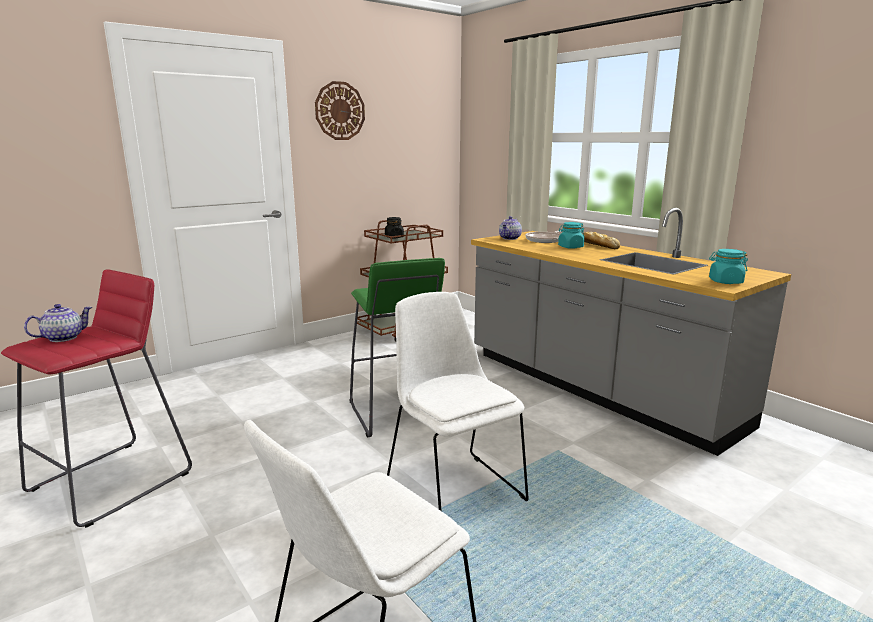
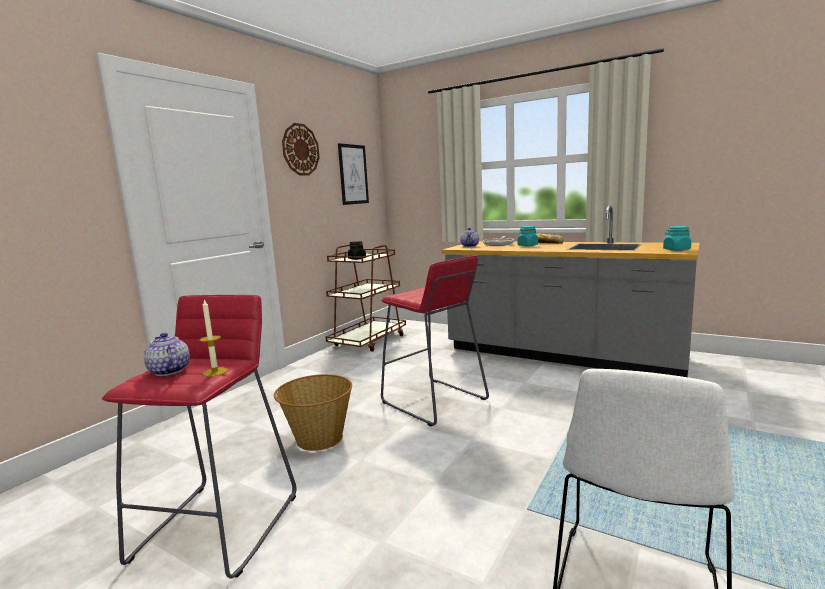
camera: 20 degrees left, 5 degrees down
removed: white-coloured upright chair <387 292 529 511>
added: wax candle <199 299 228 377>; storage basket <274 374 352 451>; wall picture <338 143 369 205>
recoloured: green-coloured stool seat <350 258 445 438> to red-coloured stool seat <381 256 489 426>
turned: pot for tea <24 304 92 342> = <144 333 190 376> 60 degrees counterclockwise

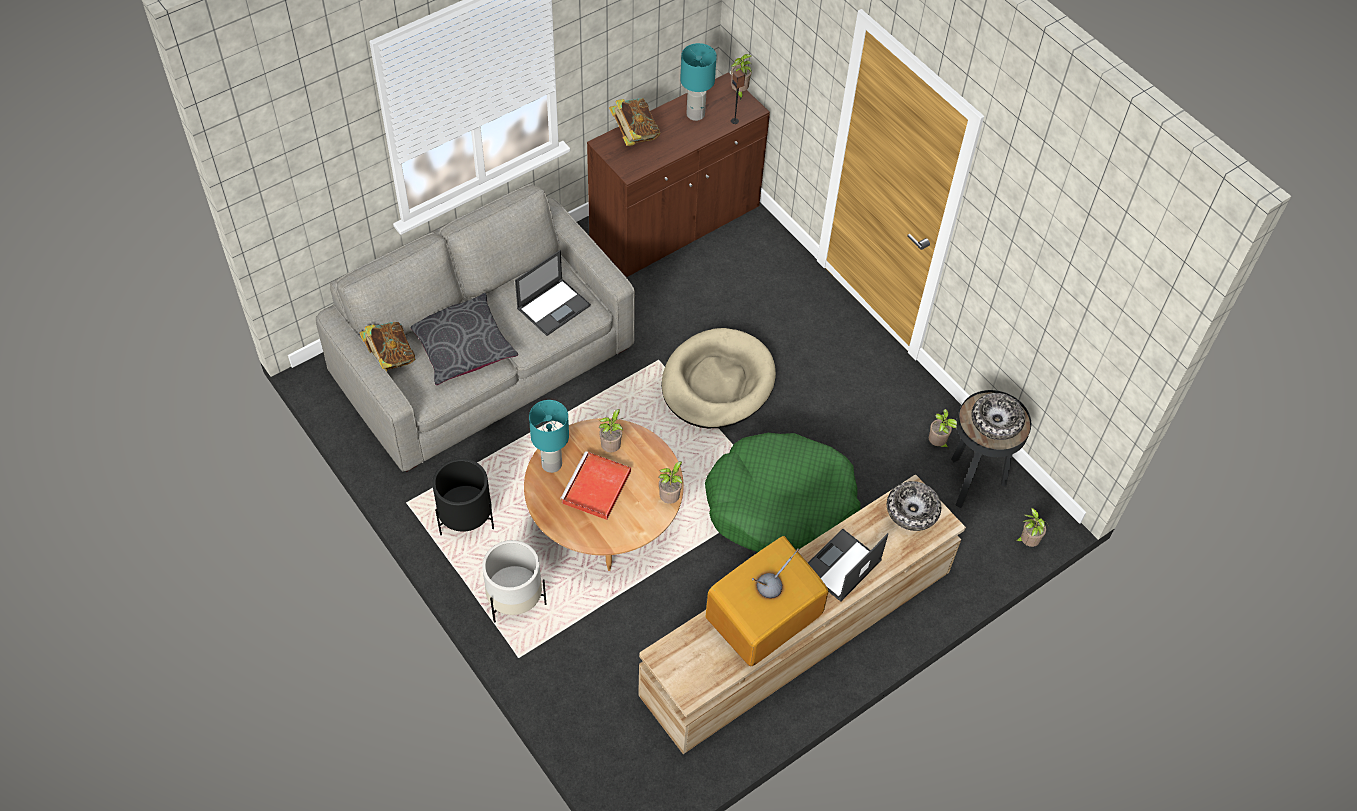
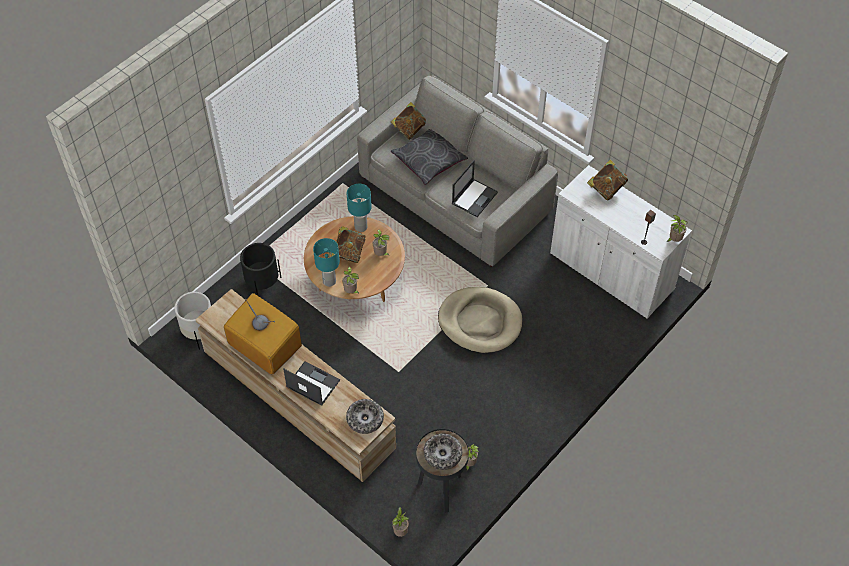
camera: 80 degrees right, 0 degrees up
removed: green-coloured dog bed <705 433 860 552>
moved: white-coloured flower pot <482 540 546 623> to <174 292 213 349>; blackish flower pot <432 458 494 535> to <240 243 281 296>; turquoise table lamp <680 43 717 121> to <313 238 340 287>
replaced: red-coloured carrying tray <560 451 631 520> to book <331 226 366 263>
recoloured: brown-coloured cupboard <587 72 770 277> to white-coloured cupboard <550 165 692 318>
turned: notebook computer <515 250 591 336> = <452 160 498 217> 90 degrees counterclockwise

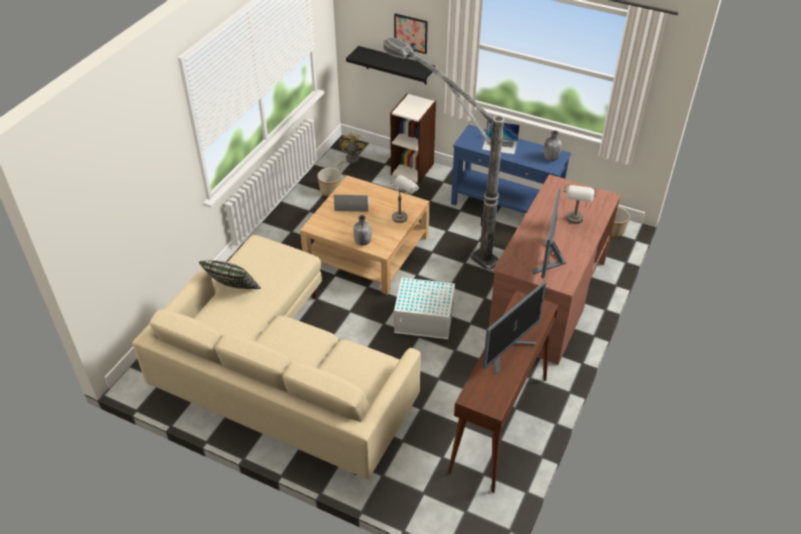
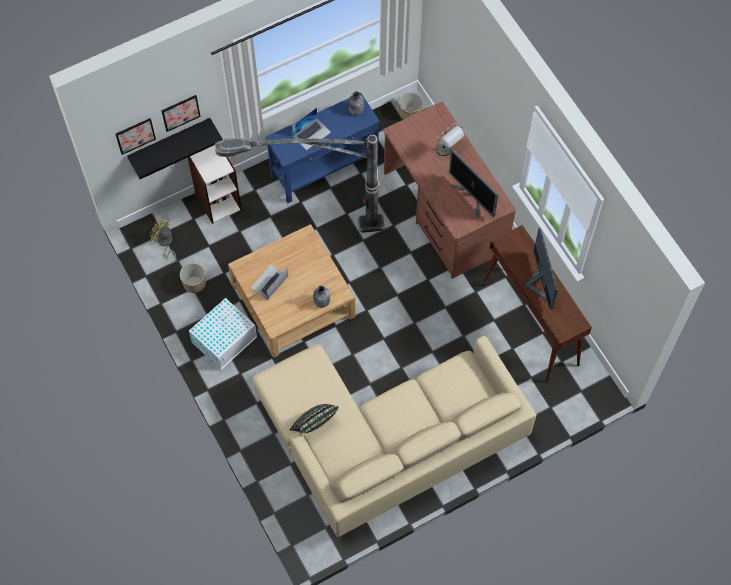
camera: 55 degrees left, 20 degrees up
removed: gray table lamp <390 175 419 223>
added: wall picture <116 118 156 155>
moved: white-coloured storage container <394 277 455 339> to <189 298 257 370>

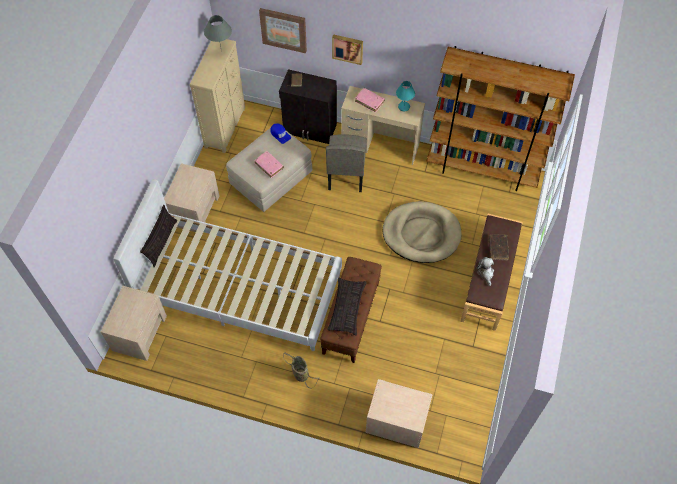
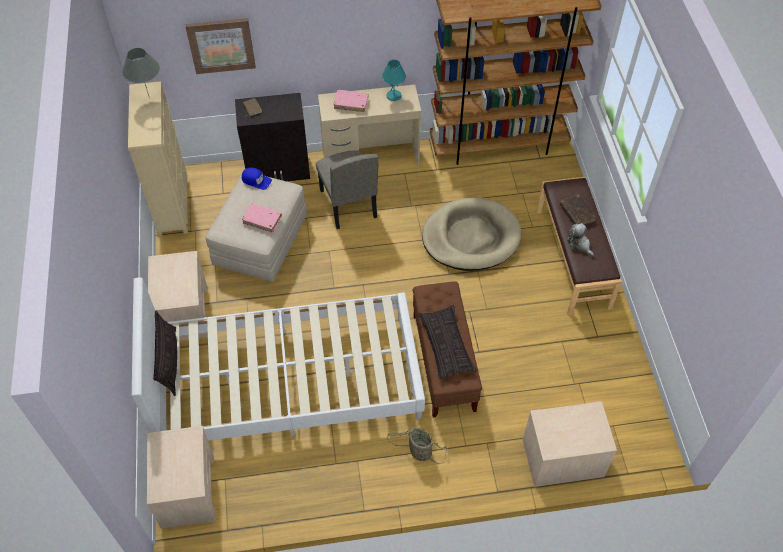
camera: 25 degrees left, 5 degrees down
removed: wall picture <332 34 363 65>

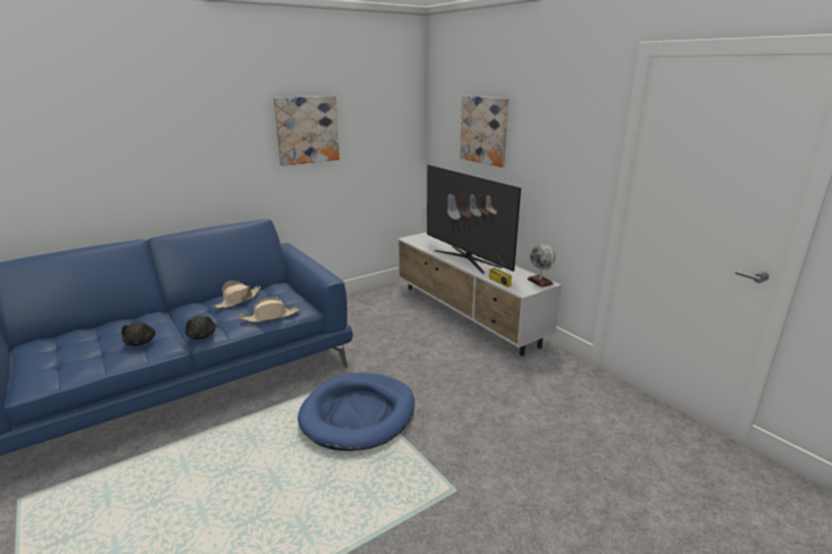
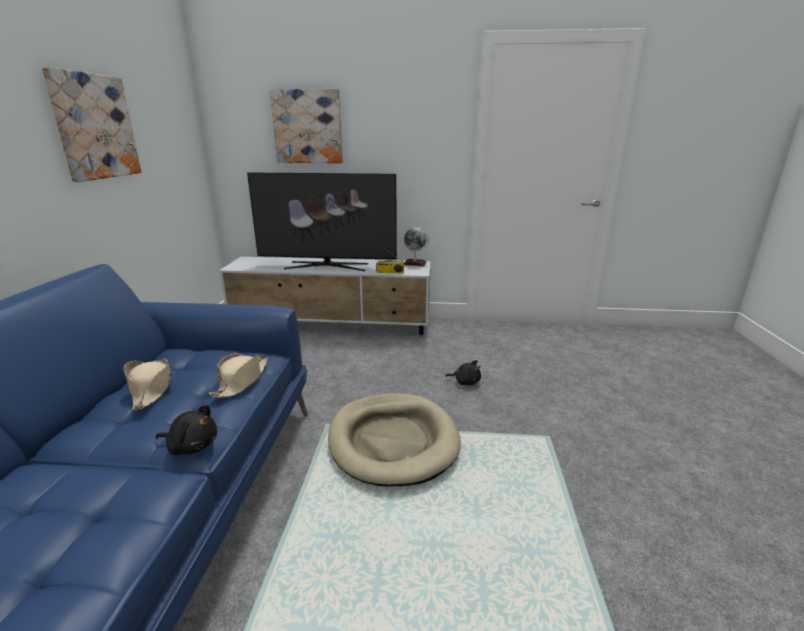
camera: 50 degrees left, 0 degrees up
moved: blackish soft toy <121 322 156 346> to <445 360 481 385>
recoloured: bluish dog bed <298 372 415 451> to beige-coloured dog bed <328 393 461 486>

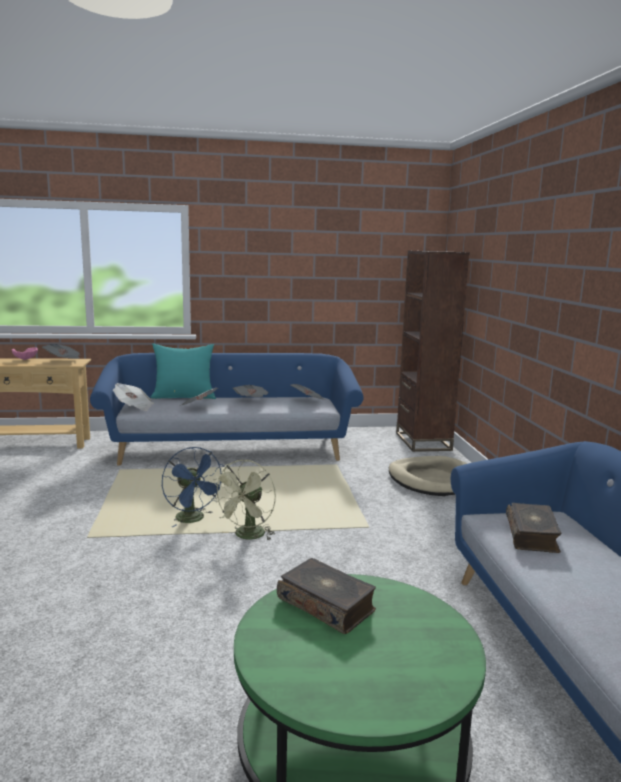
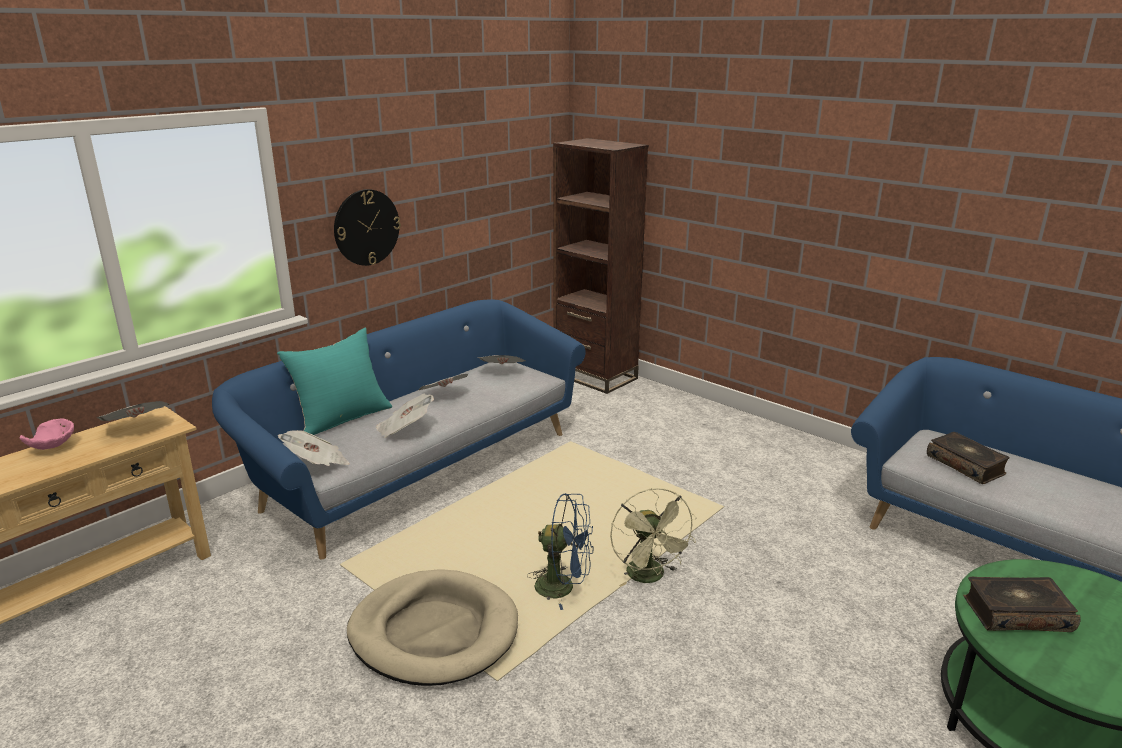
camera: 40 degrees left, 10 degrees up
added: hanging clock <334 189 401 266>
moved: beige-coloured dog bed <389 456 467 496> to <347 569 518 686>

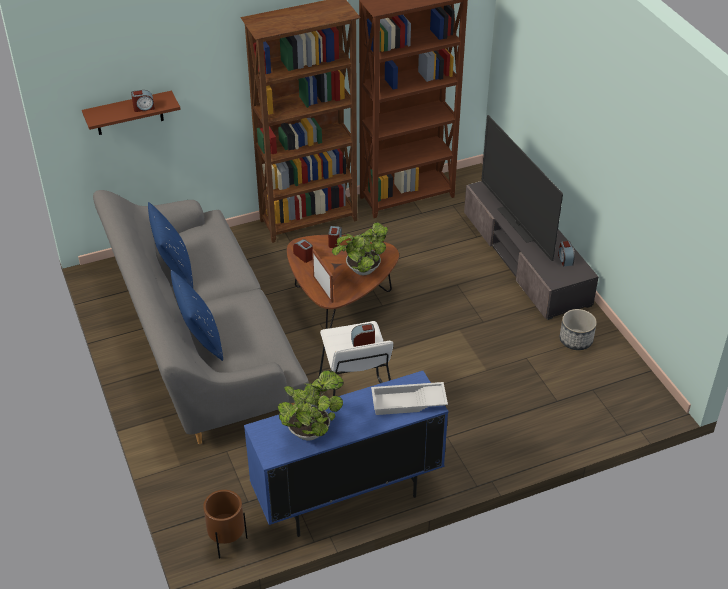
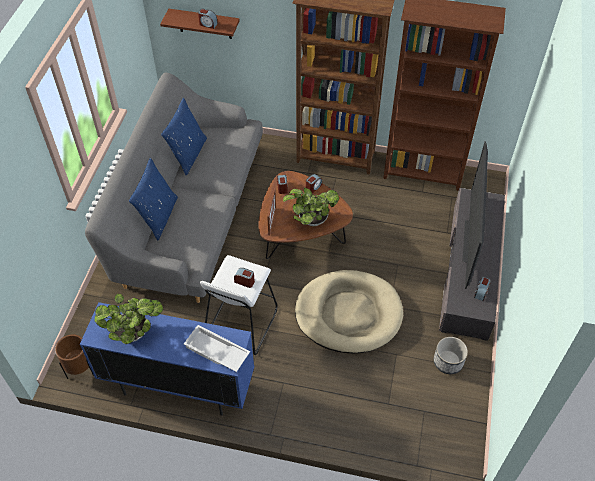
camera: 35 degrees right, 10 degrees up
added: beige-coloured dog bed <295 270 403 353>

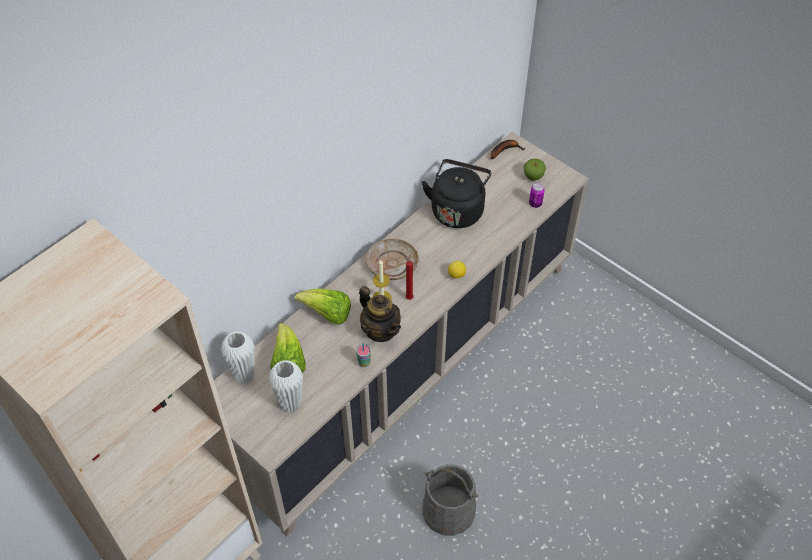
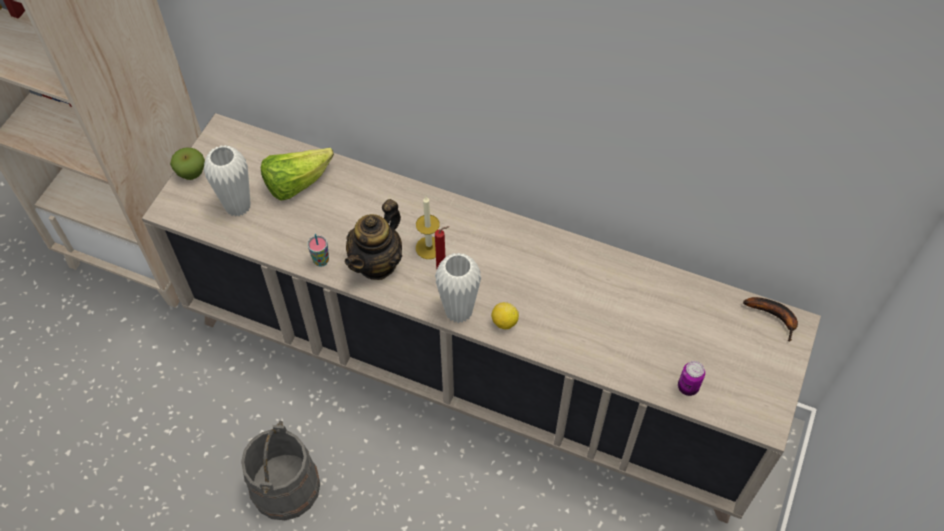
camera: 70 degrees right, 5 degrees up
removed: lettuce <295 289 351 325>; beige-coloured plate <366 239 419 280>; blackish kettle <422 159 491 228>
moved: apple <524 159 546 181> to <170 148 205 180>; white-coloured decorative vase <221 331 255 383> to <435 253 481 323>

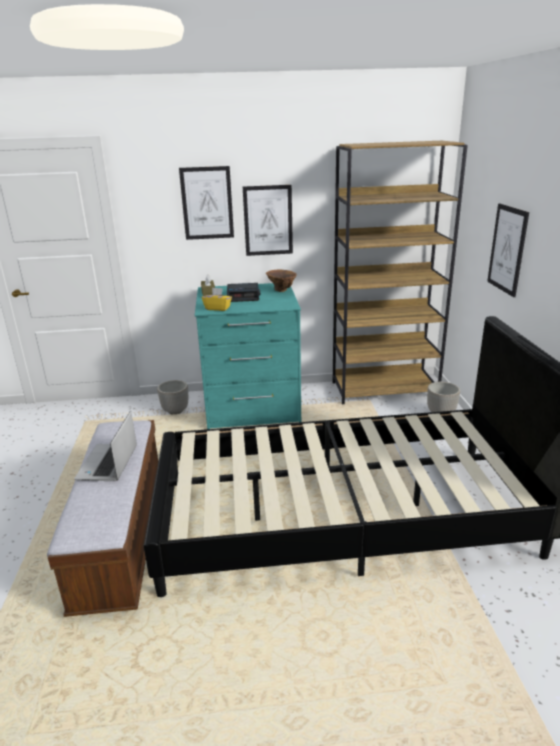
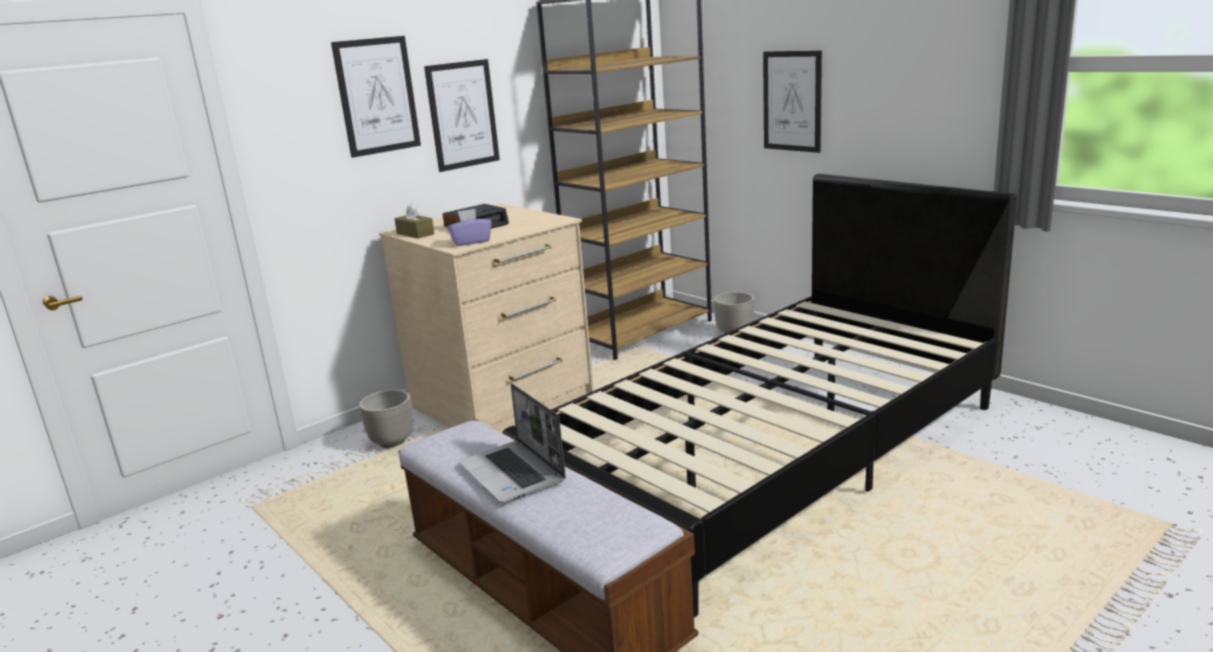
camera: 35 degrees left, 5 degrees down
removed: brown-coloured decorative vase <266 270 297 292>
recoloured: turquoise dresser <195 283 301 429> to beige-coloured dresser <379 203 594 431>; yellowish tissue box <202 288 232 311> to purplish tissue box <447 209 492 246>

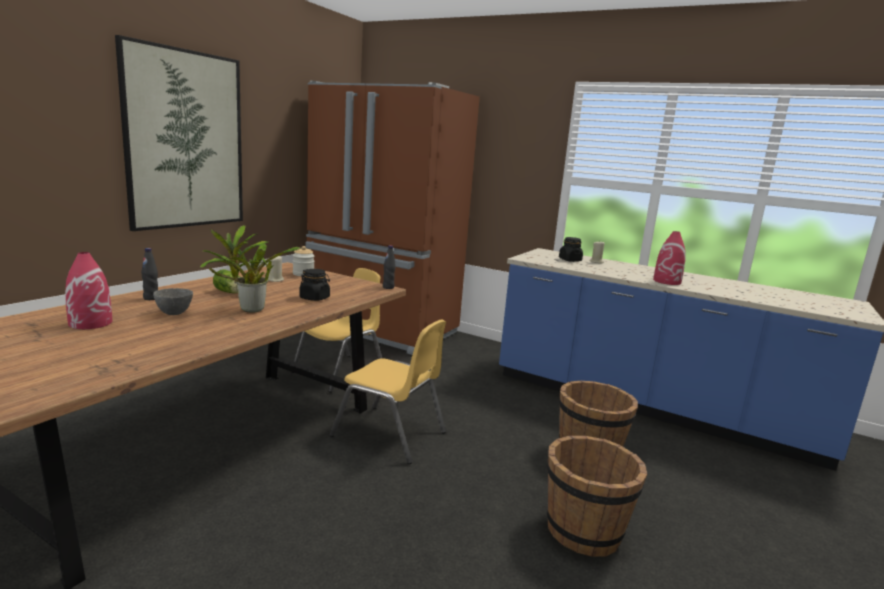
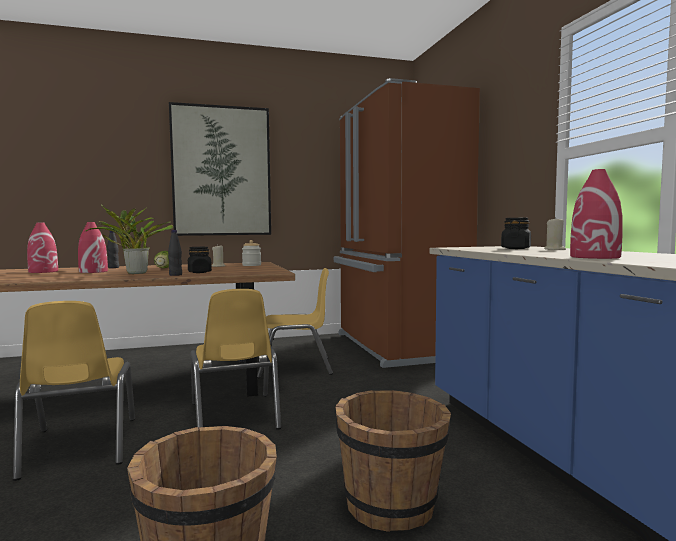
camera: 45 degrees right, 10 degrees down
added: yellowish upright chair <13 301 135 481>
moved: blackish drink bottle <383 245 396 289> to <168 230 182 276>
replaced: gray deep dish <153 288 193 315> to red-coloured decorative vase <78 222 108 273>

